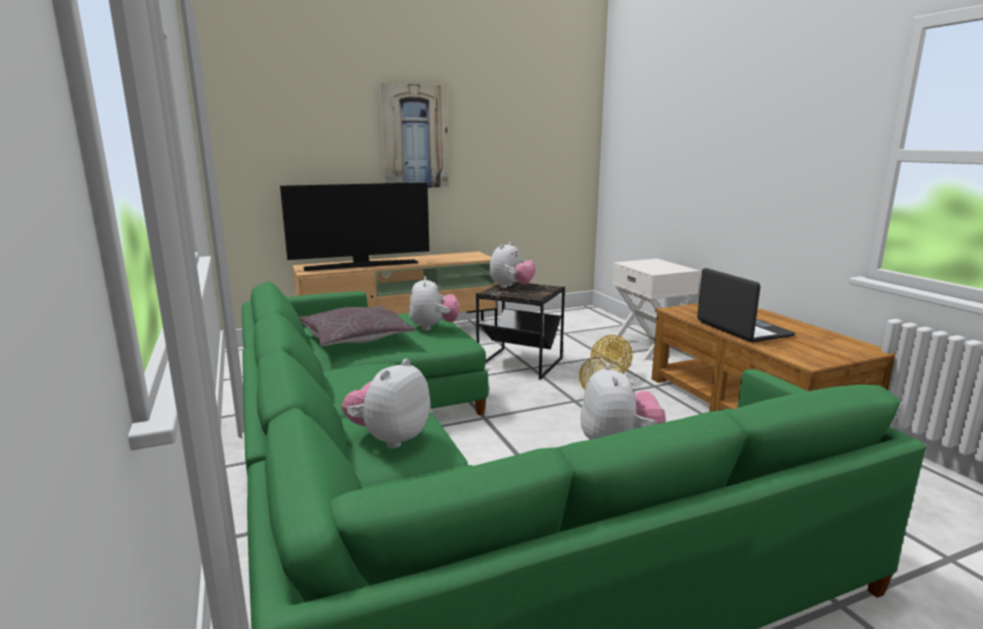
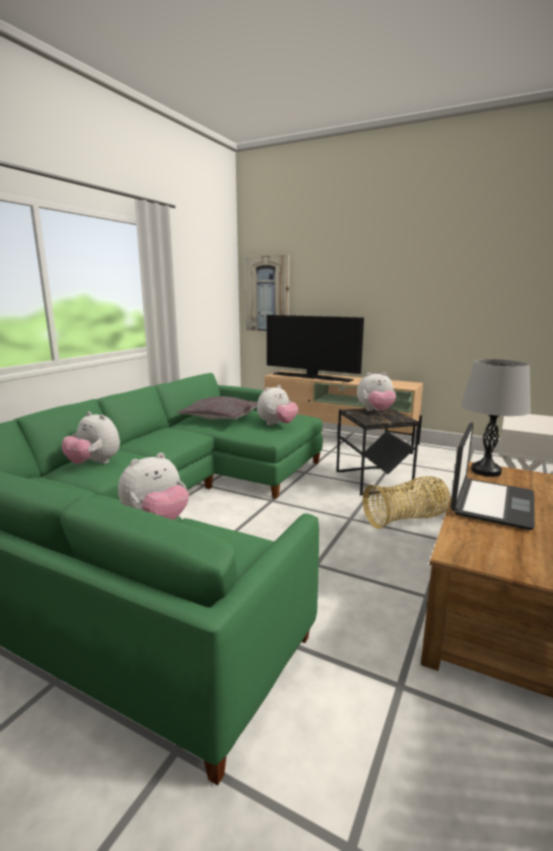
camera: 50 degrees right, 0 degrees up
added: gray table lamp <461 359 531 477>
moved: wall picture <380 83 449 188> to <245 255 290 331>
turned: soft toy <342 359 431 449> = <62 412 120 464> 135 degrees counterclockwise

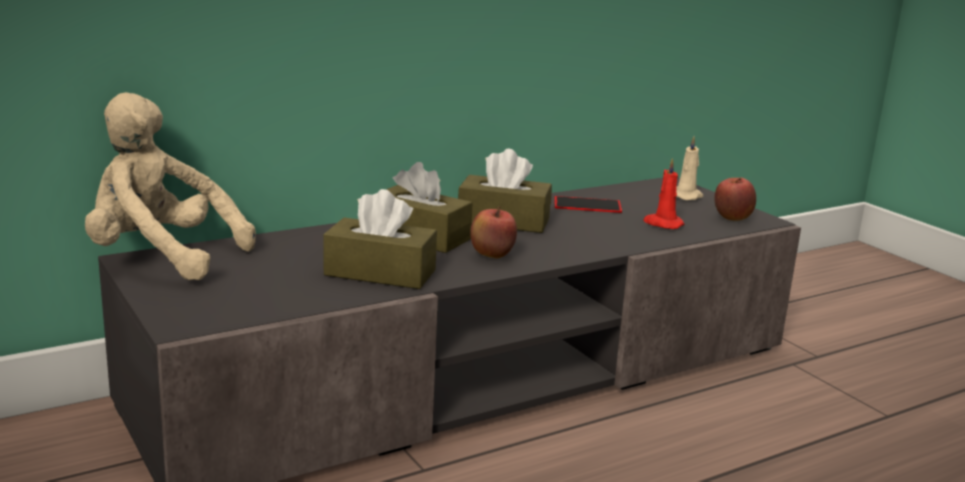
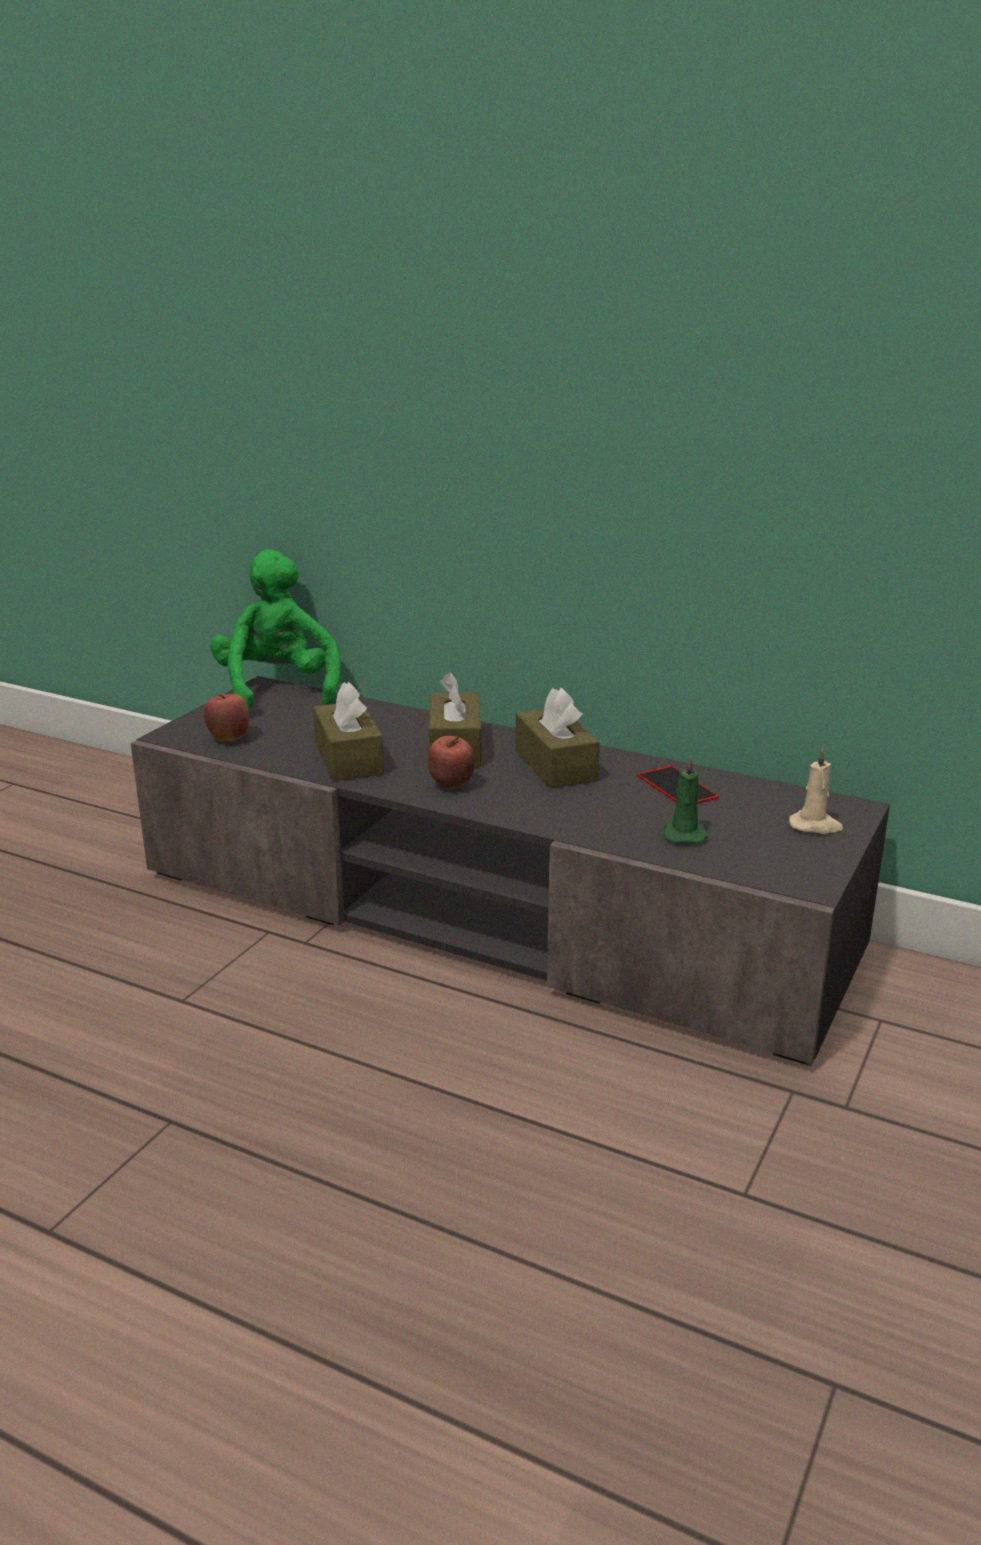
camera: 60 degrees right, 5 degrees up
moved: apple <714 178 756 221> to <204 694 249 741>
recoloured: beige-coloured soft toy <85 92 256 280> to green-coloured soft toy <210 549 341 709>; red-coloured wax candle <644 158 685 229> to green-coloured wax candle <663 756 708 844>

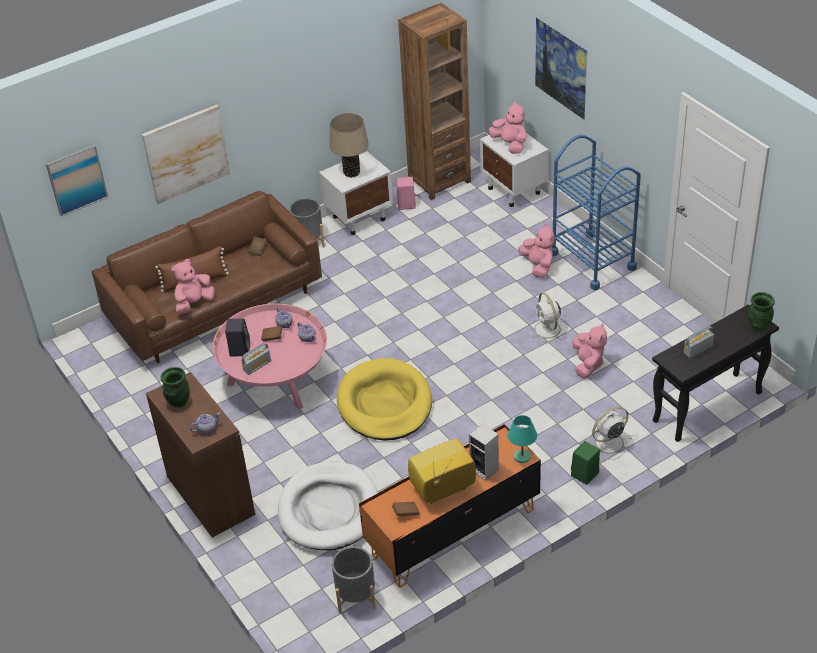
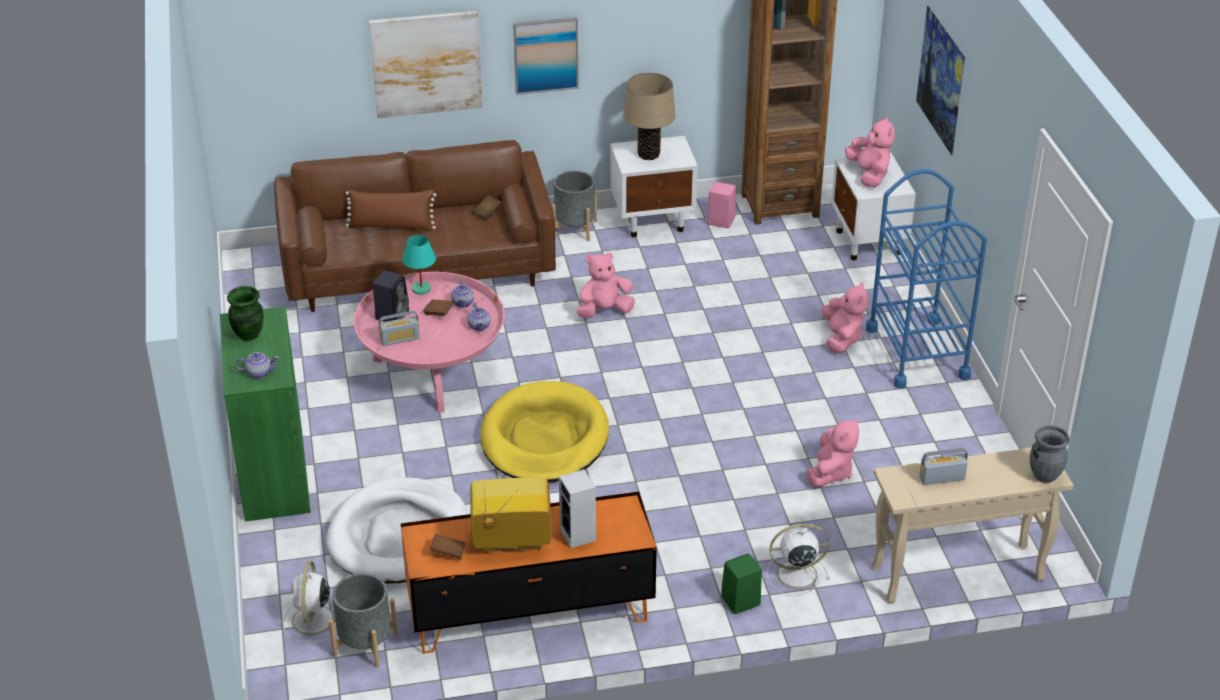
camera: 20 degrees right, 5 degrees down
moved: white-coloured fan <529 293 568 343> to <283 561 337 643>; turquoise table lamp <508 415 537 463> to <402 235 436 295>; wall picture <46 144 108 217> to <513 17 579 95>; pink-coloured soft toy <171 259 215 314> to <576 252 635 318>
recoloured: brown-coloured cupboard <146 372 255 538> to green-coloured cupboard <220 307 311 522>; blackish hall table <652 304 779 442> to beige-coloured hall table <872 447 1074 603>; green-coloured decorative vase <748 292 775 331> to gray decorative vase <1030 425 1070 483>

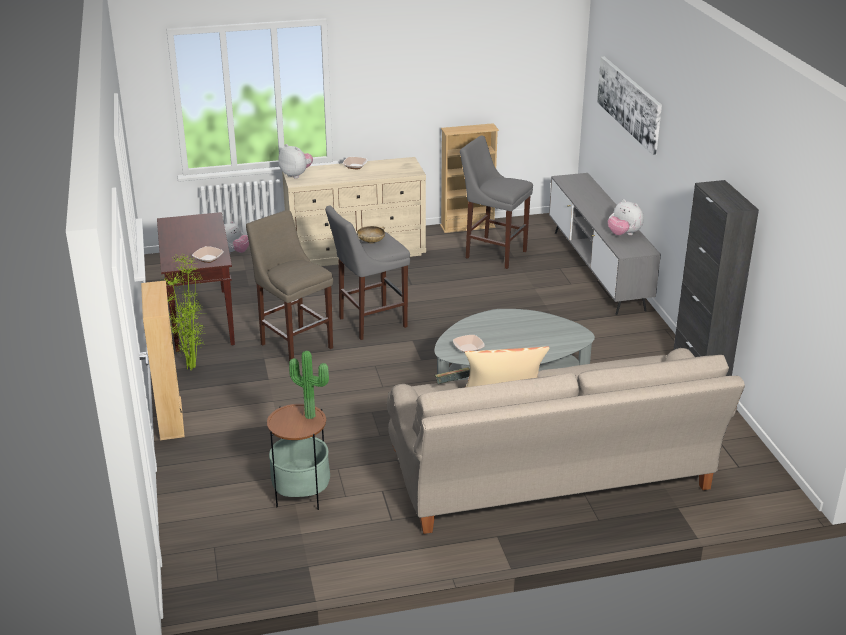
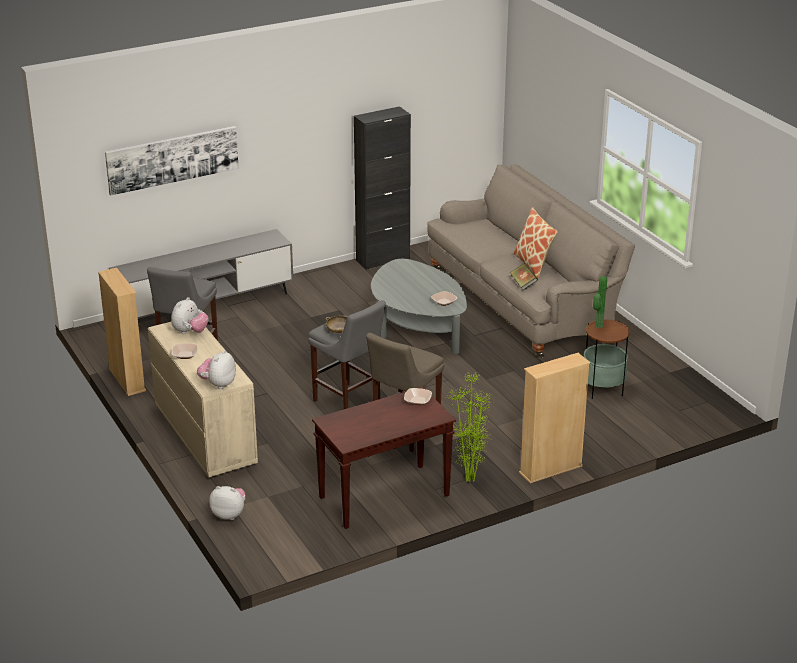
camera: 105 degrees left, 0 degrees up
moved: soft toy <608 199 644 236> to <171 297 208 334>

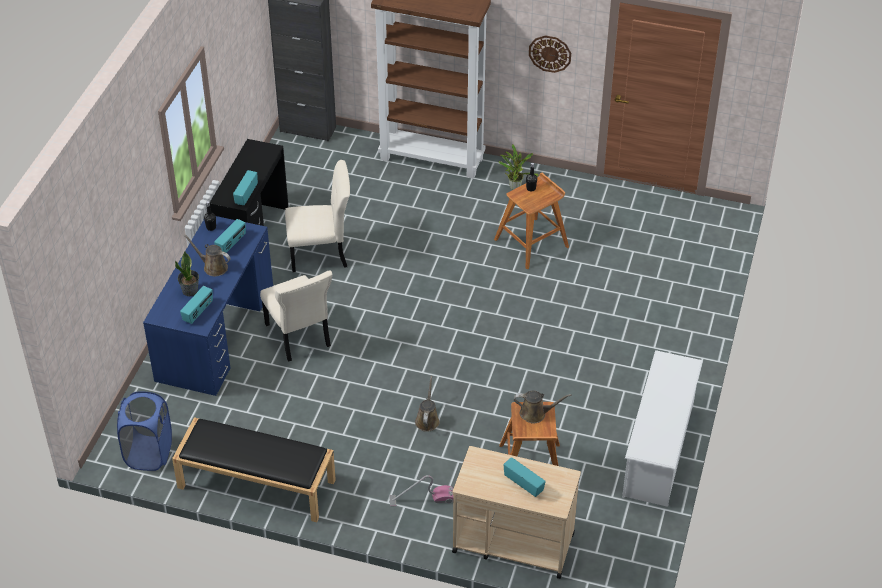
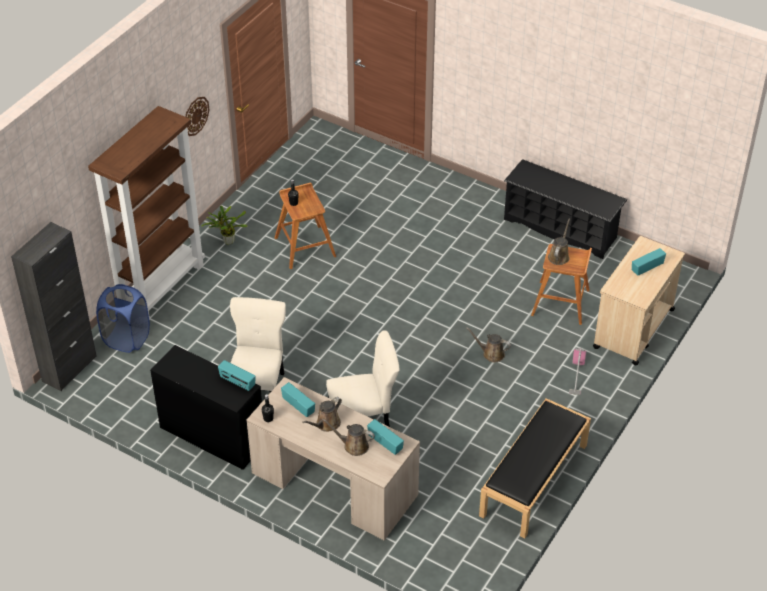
camera: 75 degrees left, 0 degrees up
moved: bluish washing basket <117 391 172 471> to <96 284 150 353>
replaced: potted plant <175 251 199 296> to brown-coloured watering pot <322 419 375 456>
recoloured: bluish desk unit <143 216 273 396> to beige-coloured desk unit <246 377 420 540>; white-coloured shoe stand <622 350 703 507> to blackish shoe stand <504 159 627 259>

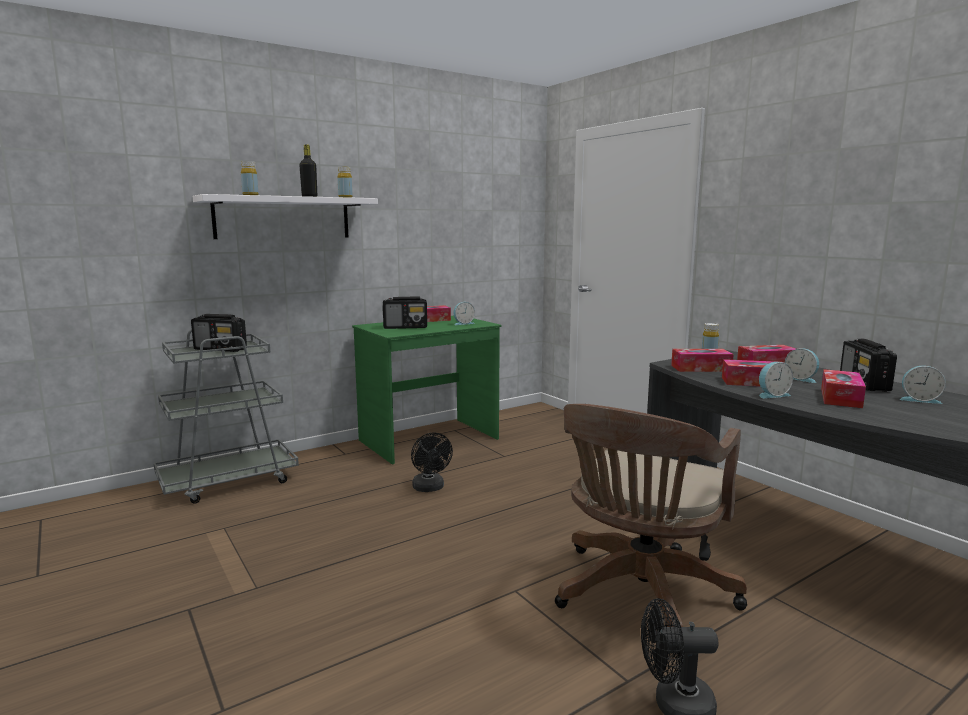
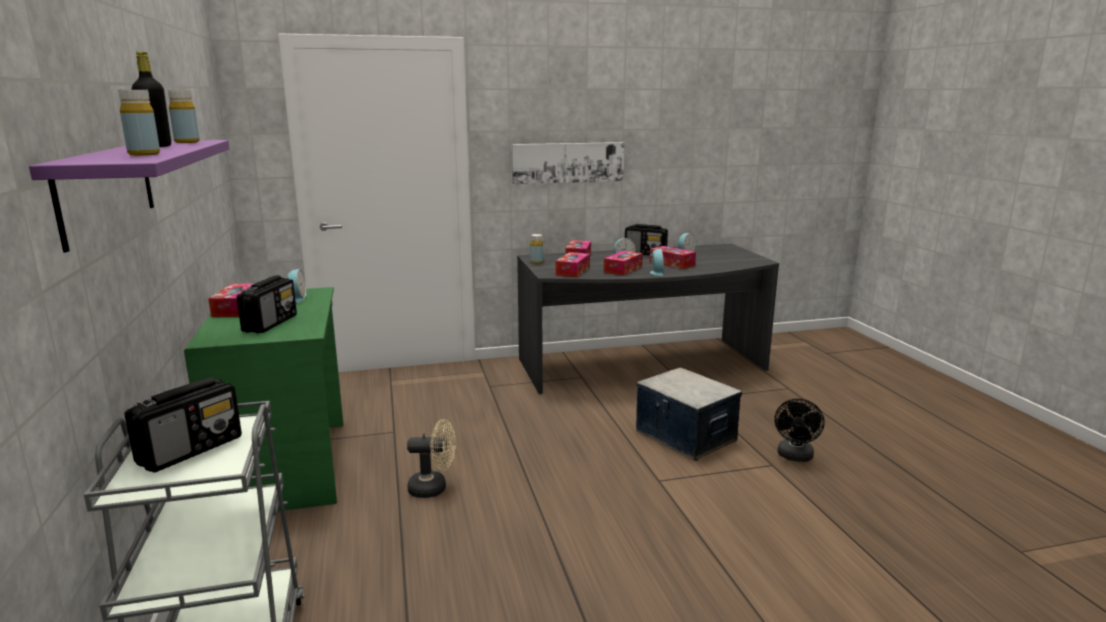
camera: 70 degrees left, 5 degrees up
added: wall picture <512 142 624 184>
replaced: brown-coloured computer chair <555 404 747 627> to storage container <636 367 742 461>
recoloured: white-coloured bracket shelf <192 194 378 239> to purplish bracket shelf <29 140 230 253>; blackish fan <411 433 453 492> to beige-coloured fan <407 419 456 498>

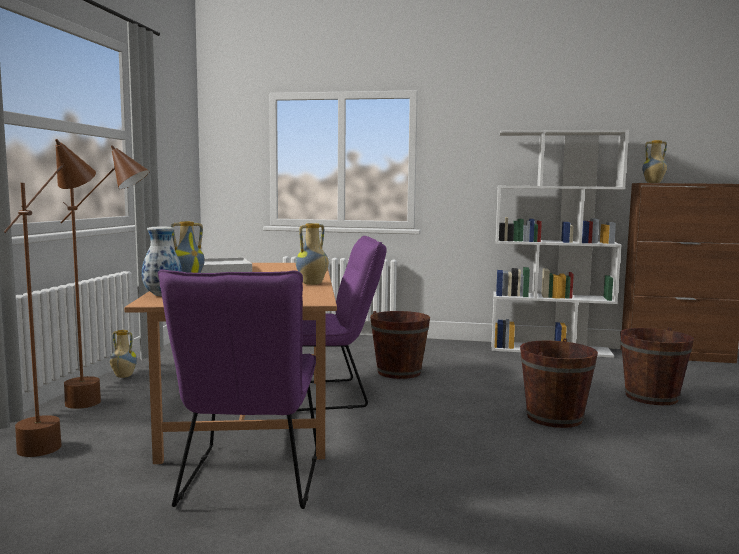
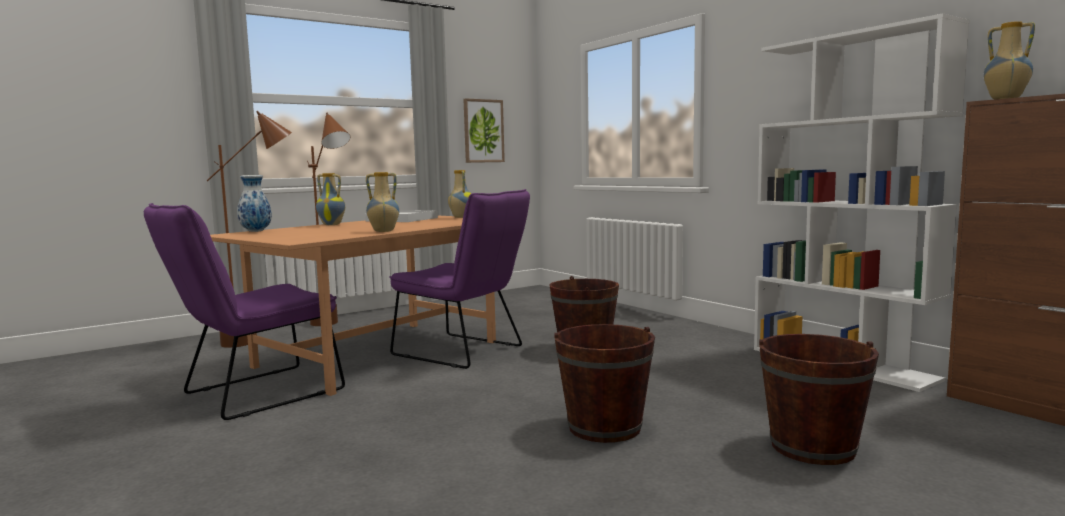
camera: 45 degrees right, 0 degrees up
added: wall picture <463 98 505 163>
moved: decorative vase <110 330 137 378> to <448 170 471 218>

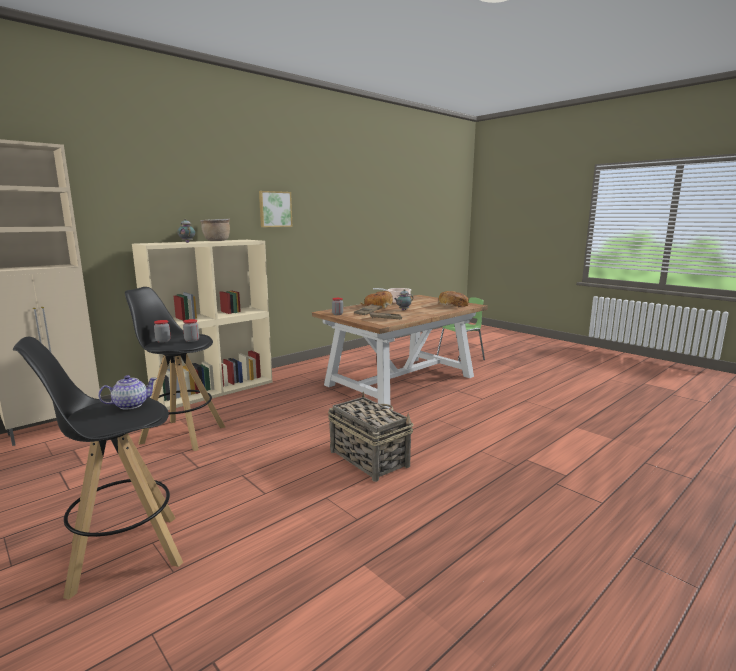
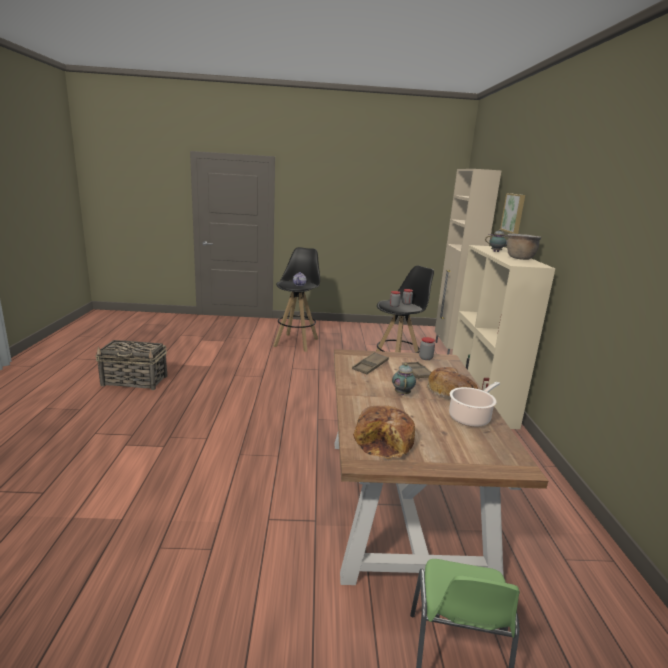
camera: 130 degrees right, 5 degrees up
moved: storage basket <328 392 414 482> to <95 340 167 390>; wall picture <259 191 292 227> to <500 193 525 234>

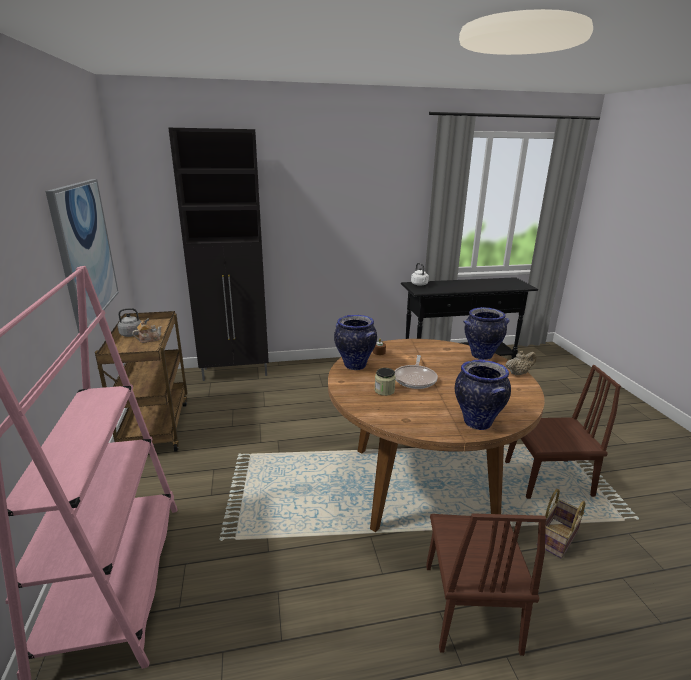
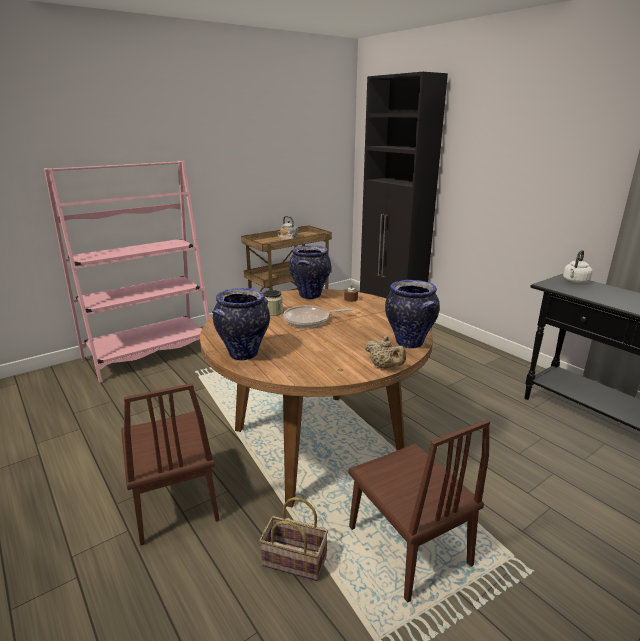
camera: 65 degrees right, 0 degrees up
removed: wall picture <45 179 119 333>
turned: brown-coloured upright chair <426 513 547 656> = <121 383 220 545> 90 degrees counterclockwise

